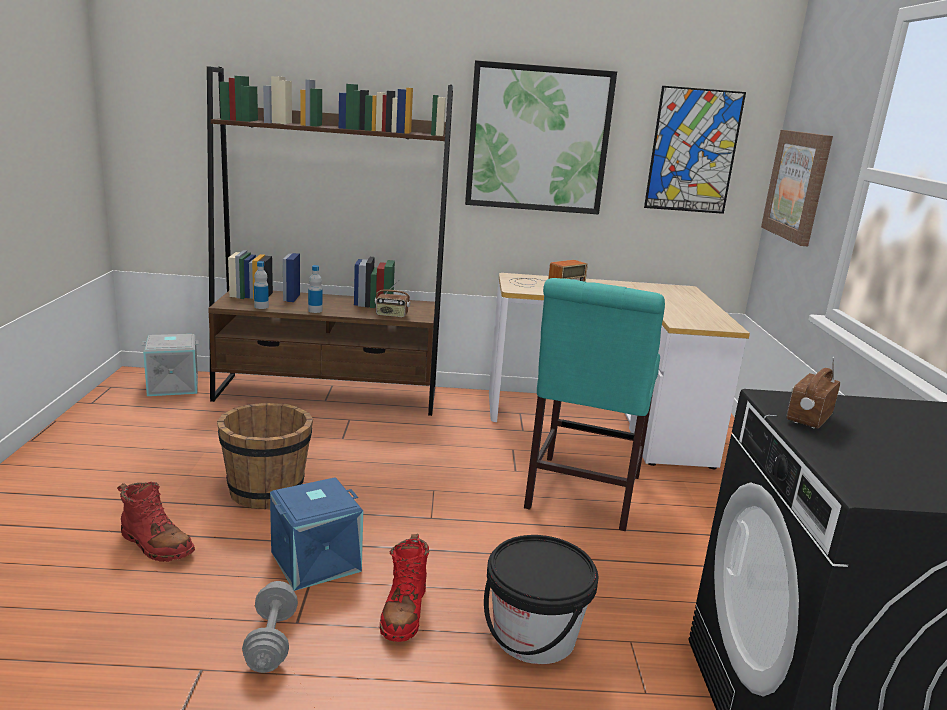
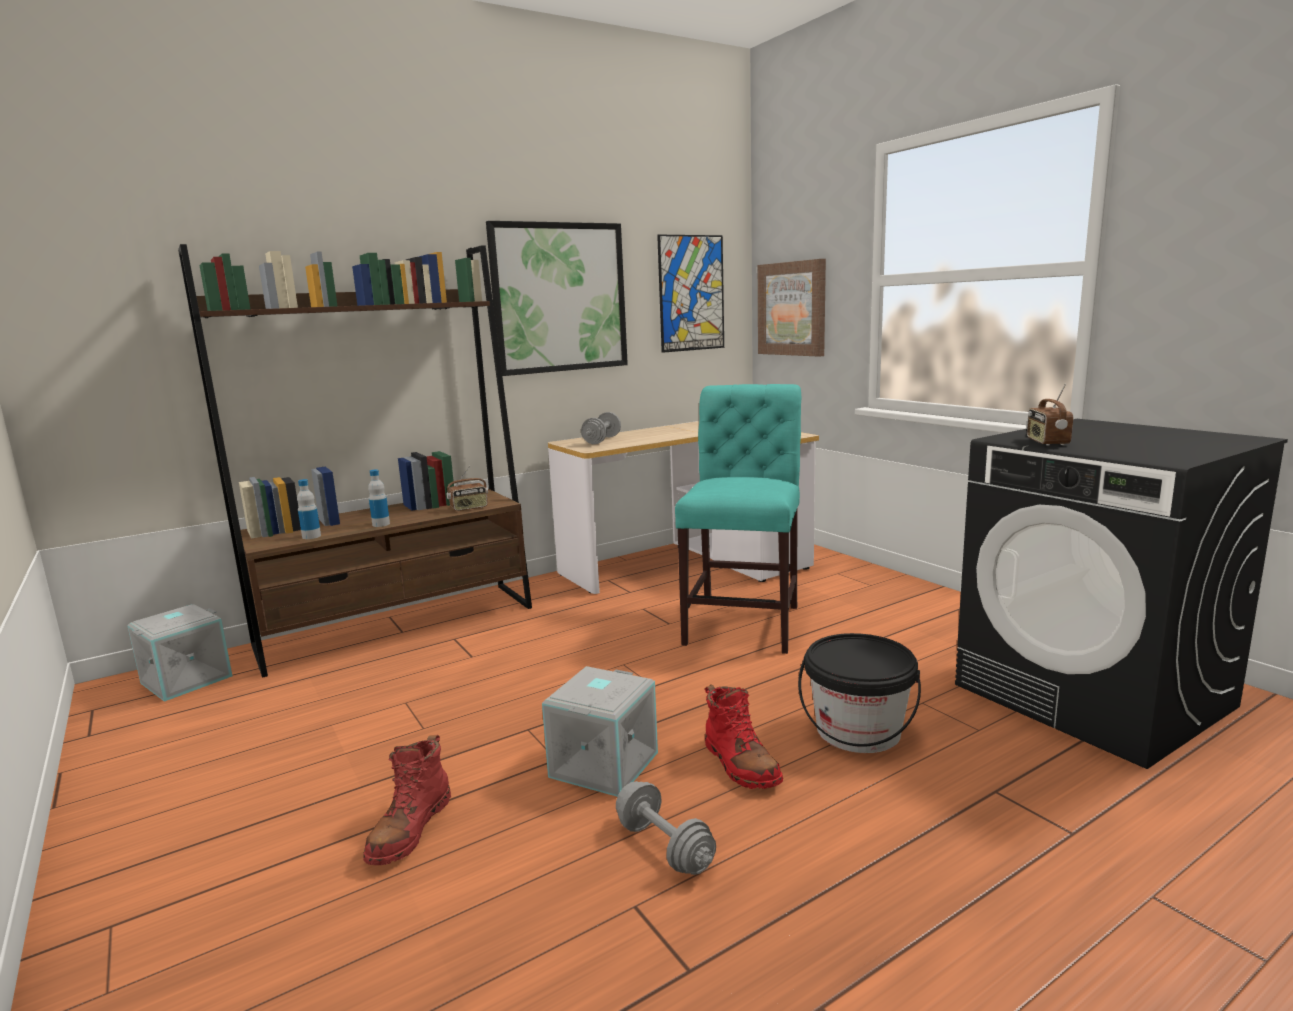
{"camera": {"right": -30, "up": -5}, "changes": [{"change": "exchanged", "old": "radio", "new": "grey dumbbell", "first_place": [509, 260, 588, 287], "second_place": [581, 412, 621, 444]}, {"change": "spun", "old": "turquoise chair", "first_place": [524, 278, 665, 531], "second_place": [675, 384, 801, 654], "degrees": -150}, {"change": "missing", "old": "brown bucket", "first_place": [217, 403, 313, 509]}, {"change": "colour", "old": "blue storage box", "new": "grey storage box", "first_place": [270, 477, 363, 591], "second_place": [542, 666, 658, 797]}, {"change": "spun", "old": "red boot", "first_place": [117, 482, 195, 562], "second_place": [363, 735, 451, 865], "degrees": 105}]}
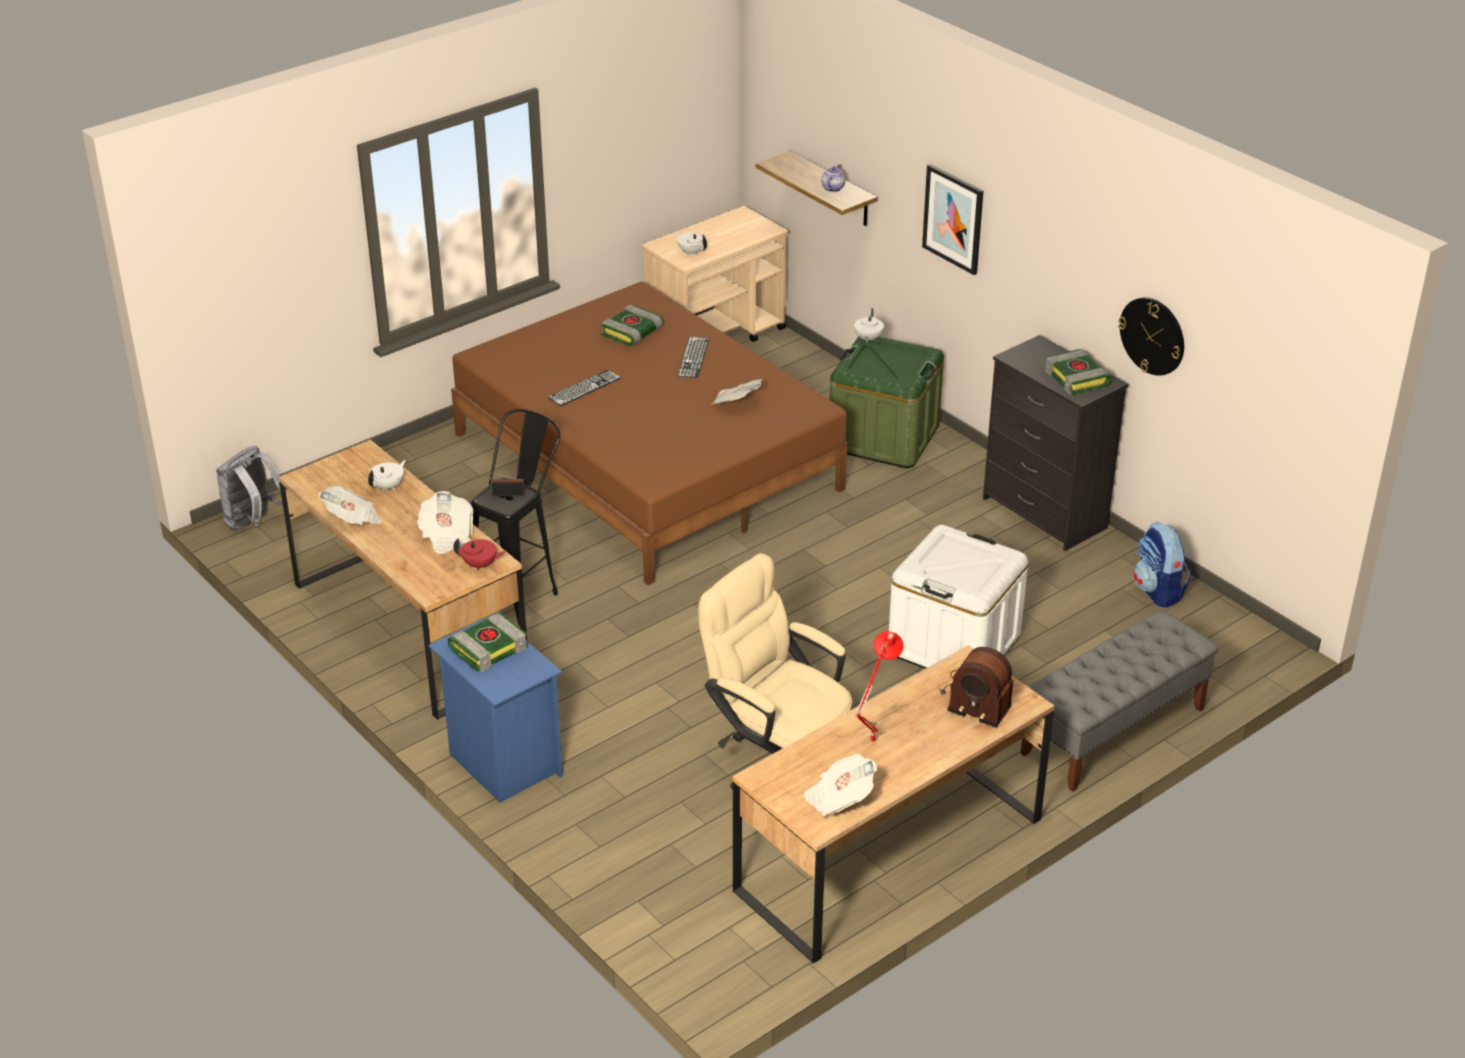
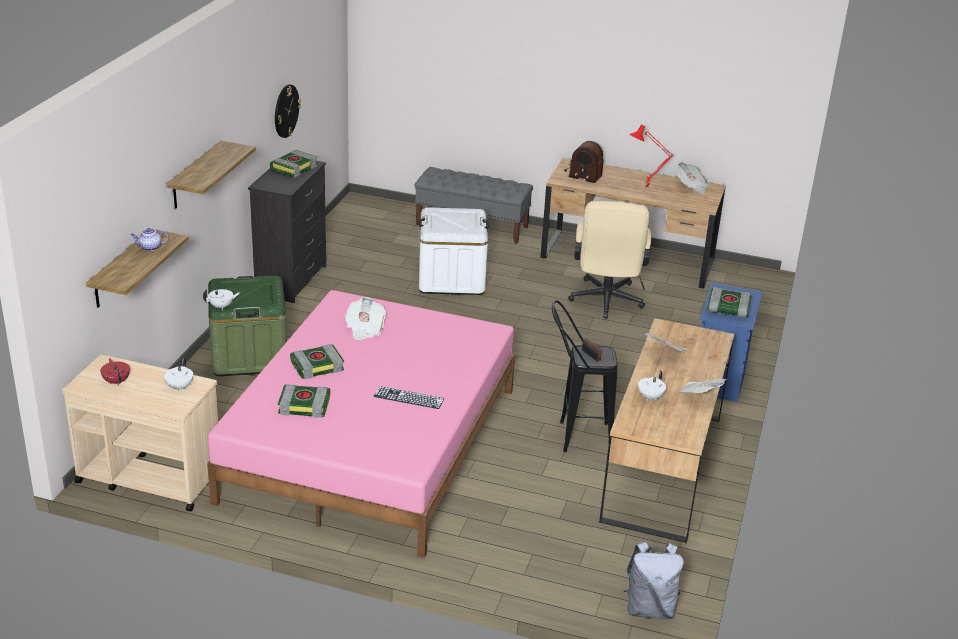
{"camera": {"right": -125, "up": -5}, "changes": [{"change": "exchanged", "old": "picture", "new": "shelf", "first_place": [922, 164, 983, 275], "second_place": [166, 141, 256, 209]}, {"change": "colour", "old": "brown bed", "new": "pink bed", "first_place": [451, 282, 847, 585], "second_place": [207, 290, 515, 558]}, {"change": "exchanged", "old": "keyboard", "new": "book", "first_place": [677, 337, 709, 378], "second_place": [290, 344, 344, 380]}, {"change": "spun", "old": "white teapot", "first_place": [368, 460, 406, 491], "second_place": [638, 371, 666, 401], "degrees": -60}, {"change": "missing", "old": "backpack", "first_place": [1133, 522, 1191, 608]}, {"change": "relocated", "old": "red teapot", "first_place": [454, 538, 507, 571], "second_place": [100, 358, 130, 385]}, {"change": "spun", "old": "radio", "first_place": [940, 647, 1013, 728], "second_place": [564, 141, 604, 183], "degrees": 120}]}
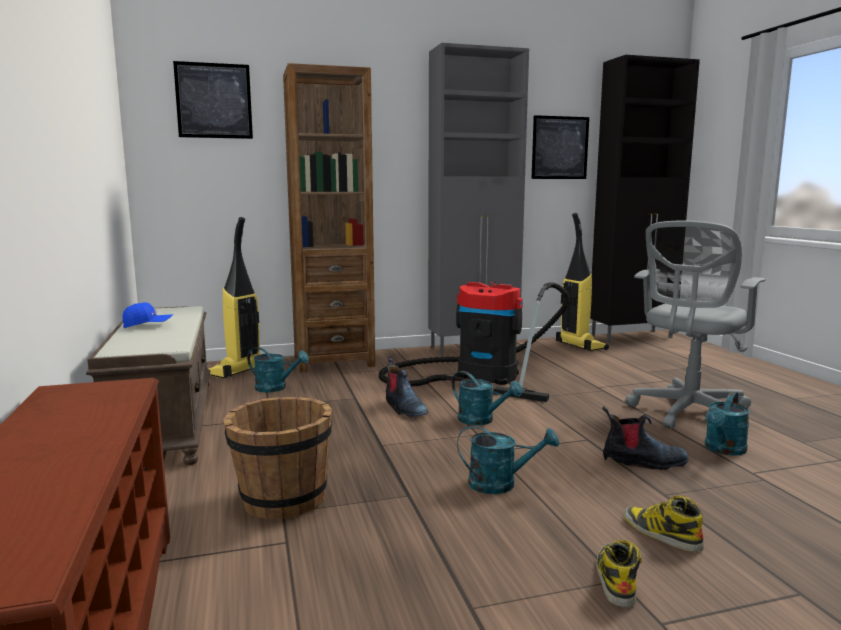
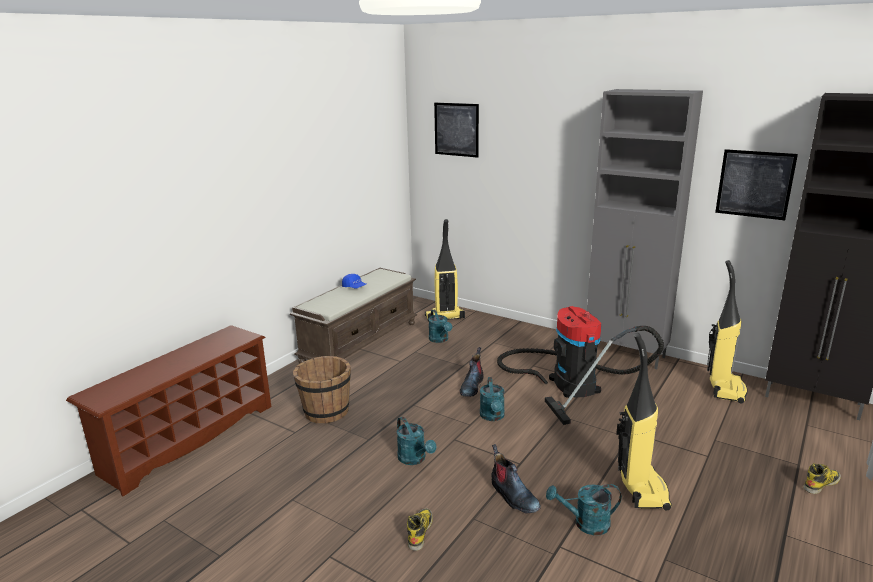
{"camera": {"right": 50, "up": 10}, "changes": [{"change": "missing", "old": "brown bookcase", "first_place": [283, 63, 375, 373]}, {"change": "exchanged", "old": "grey office chair", "new": "vacuum cleaner", "first_place": [625, 220, 765, 429], "second_place": [616, 333, 672, 511]}, {"change": "relocated", "old": "boot", "first_place": [596, 540, 641, 608], "second_place": [803, 463, 841, 494]}]}
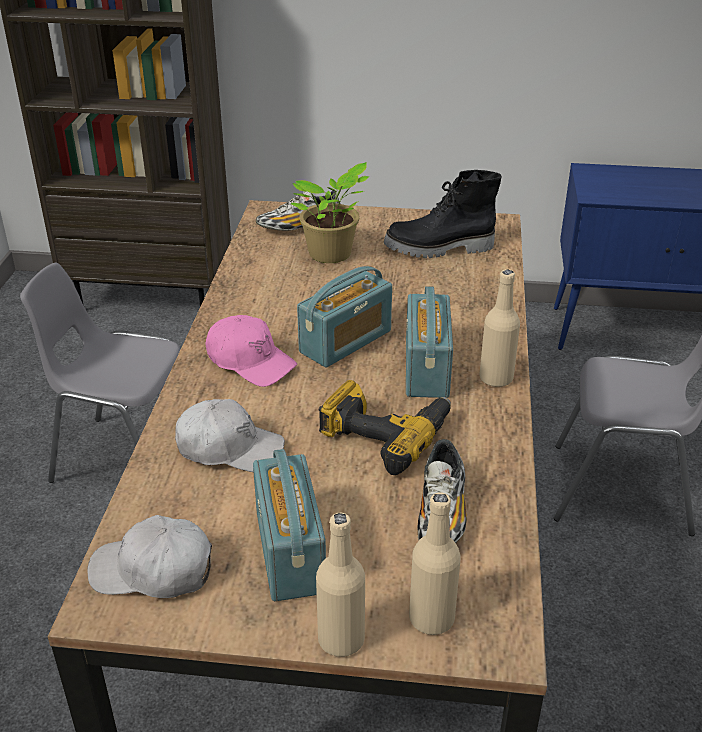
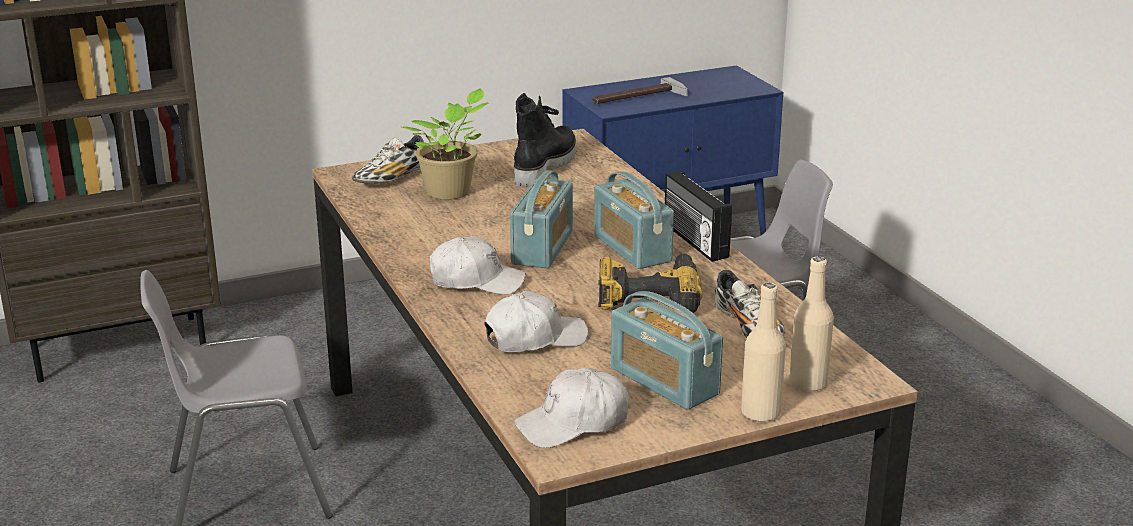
{"camera": {"right": -30, "up": -10}, "changes": [{"change": "spun", "old": "black boot", "first_place": [384, 170, 502, 258], "second_place": [514, 93, 576, 187], "degrees": 150}, {"change": "exchanged", "old": "beige bottle", "new": "radio", "first_place": [479, 269, 520, 387], "second_place": [665, 171, 732, 262]}, {"change": "colour", "old": "pink cap", "new": "white cap", "first_place": [206, 315, 297, 387], "second_place": [430, 236, 526, 295]}, {"change": "appeared", "new": "hammer", "second_place": [592, 77, 688, 104]}]}
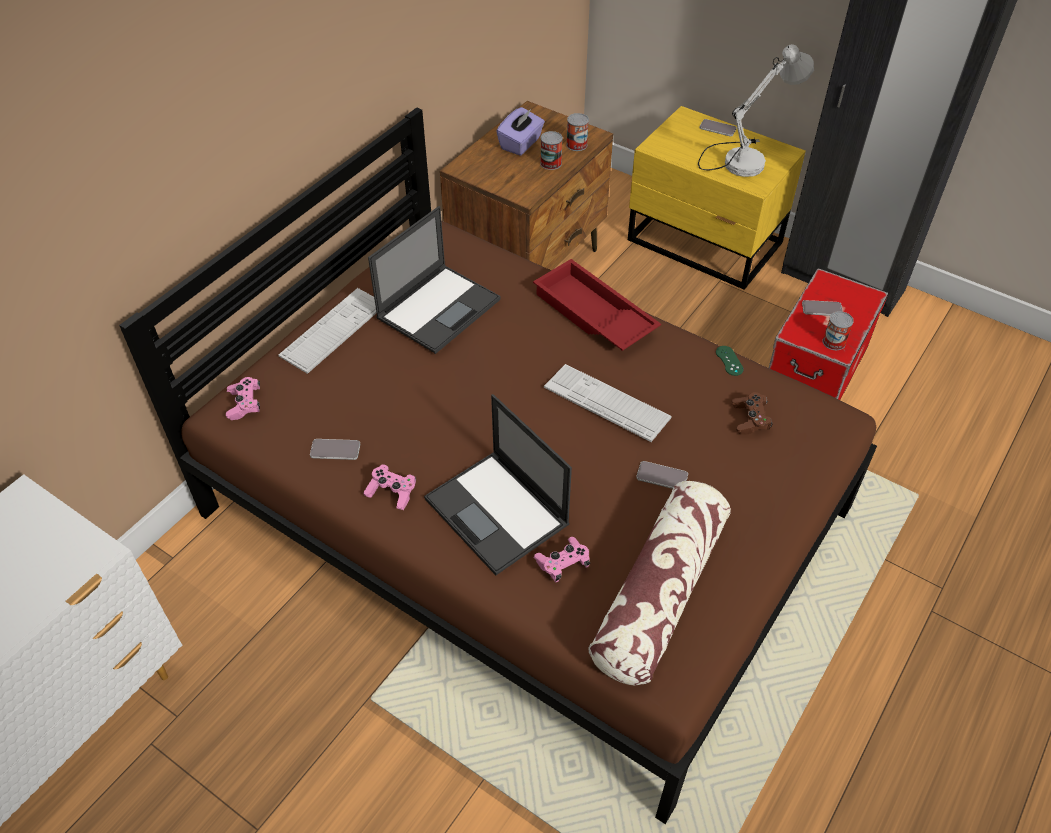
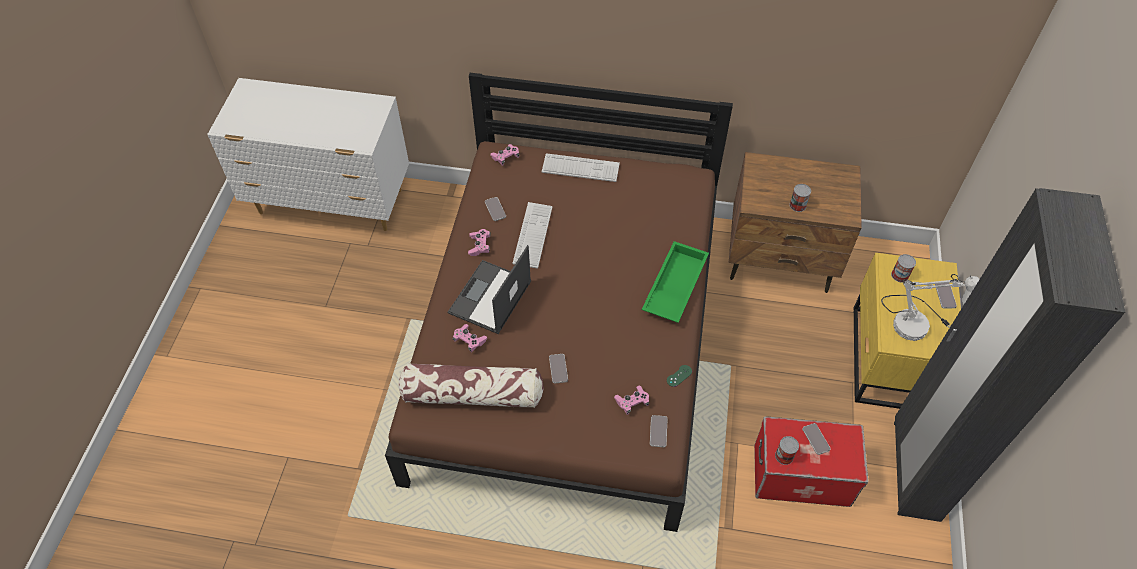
{"camera": {"right": 65, "up": 5}, "changes": [{"change": "missing", "old": "purple tissue box", "first_place": [496, 107, 545, 156]}, {"change": "relocated", "old": "can", "first_place": [566, 113, 589, 151], "second_place": [891, 254, 916, 282]}, {"change": "missing", "old": "laptop", "first_place": [368, 206, 501, 354]}, {"change": "colour", "old": "red tray", "new": "green tray", "first_place": [533, 259, 661, 351], "second_place": [642, 241, 709, 323]}, {"change": "relocated", "old": "keyboard", "first_place": [544, 364, 672, 442], "second_place": [512, 202, 553, 269]}, {"change": "colour", "old": "brown game controller", "new": "pink game controller", "first_place": [731, 392, 773, 435], "second_place": [614, 385, 649, 415]}, {"change": "appeared", "new": "phone", "second_place": [650, 415, 667, 447]}]}
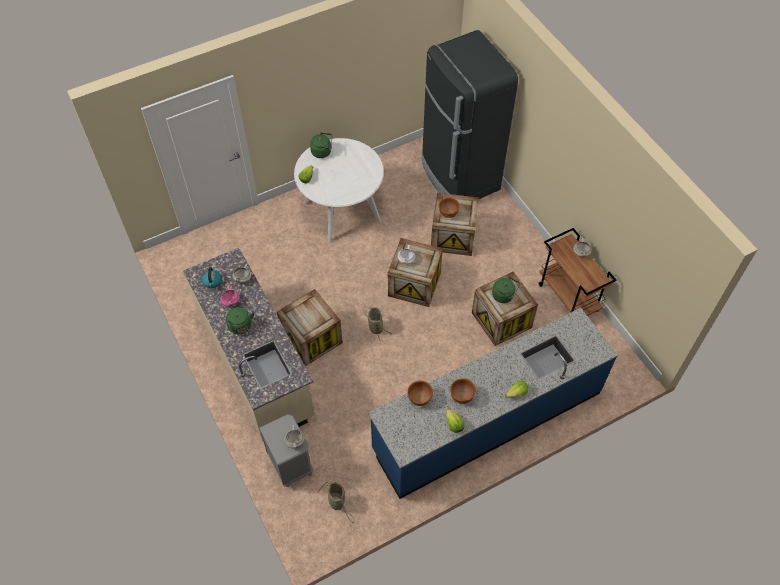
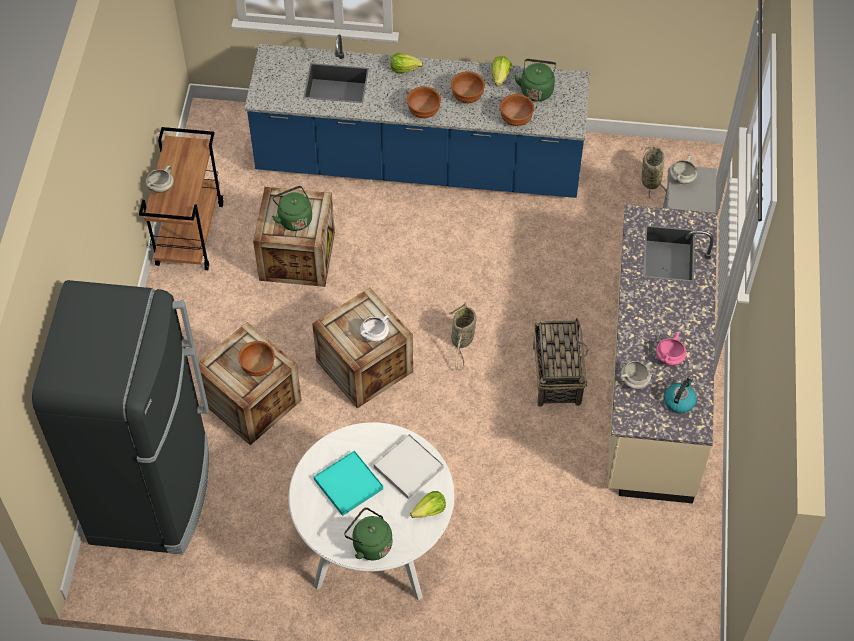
{"camera": {"right": -145, "up": 0}, "changes": [{"change": "exchanged", "old": "crate", "new": "basket", "first_place": [277, 289, 343, 366], "second_place": [533, 318, 588, 407]}, {"change": "relocated", "old": "green kettle", "first_place": [226, 307, 254, 334], "second_place": [514, 59, 556, 102]}, {"change": "appeared", "new": "brown bowl", "second_place": [407, 86, 441, 119]}, {"change": "appeared", "new": "white tray", "second_place": [374, 434, 444, 499]}, {"change": "appeared", "new": "turquoise tray", "second_place": [314, 450, 383, 516]}]}
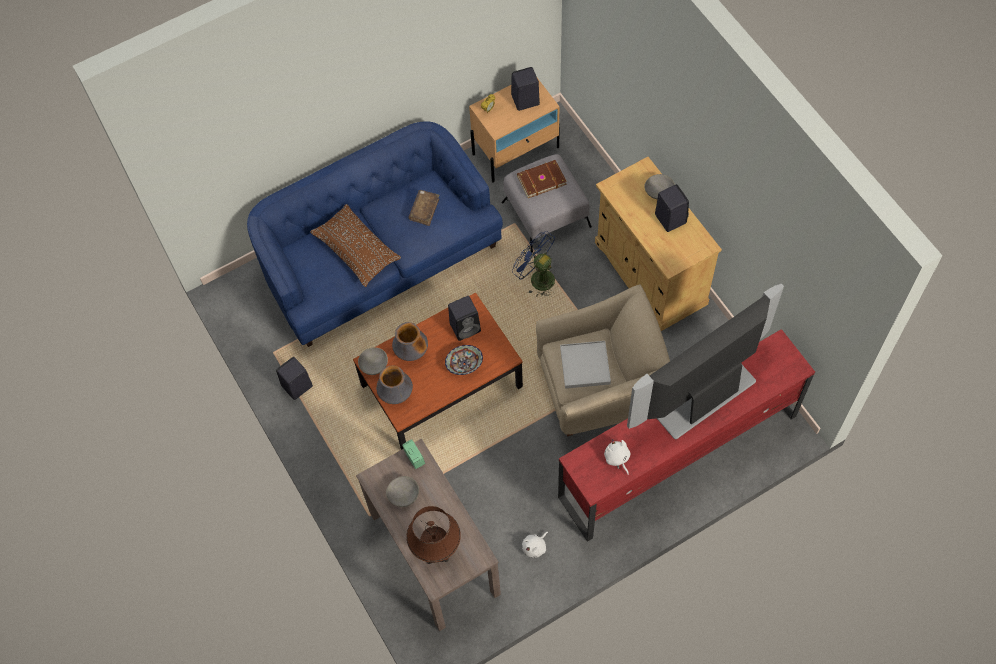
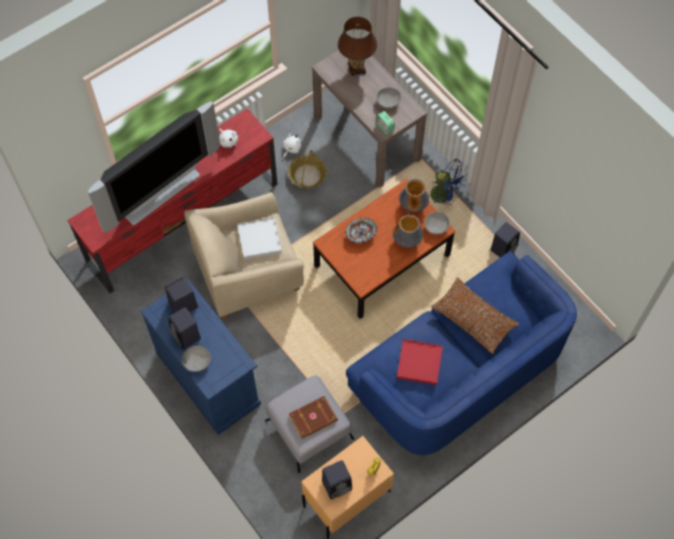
{"camera": {"right": 170, "up": 0}, "changes": [{"change": "colour", "old": "beige cabinet", "new": "blue cabinet", "first_place": [595, 157, 722, 331], "second_place": [141, 279, 261, 435]}, {"change": "exchanged", "old": "brown book", "new": "red tray", "first_place": [408, 190, 439, 226], "second_place": [397, 339, 443, 385]}, {"change": "relocated", "old": "blue fan", "first_place": [512, 231, 555, 297], "second_place": [430, 159, 468, 205]}, {"change": "relocated", "old": "black speaker", "first_place": [448, 296, 481, 341], "second_place": [165, 277, 198, 312]}, {"change": "appeared", "new": "basket", "second_place": [288, 150, 327, 189]}]}
